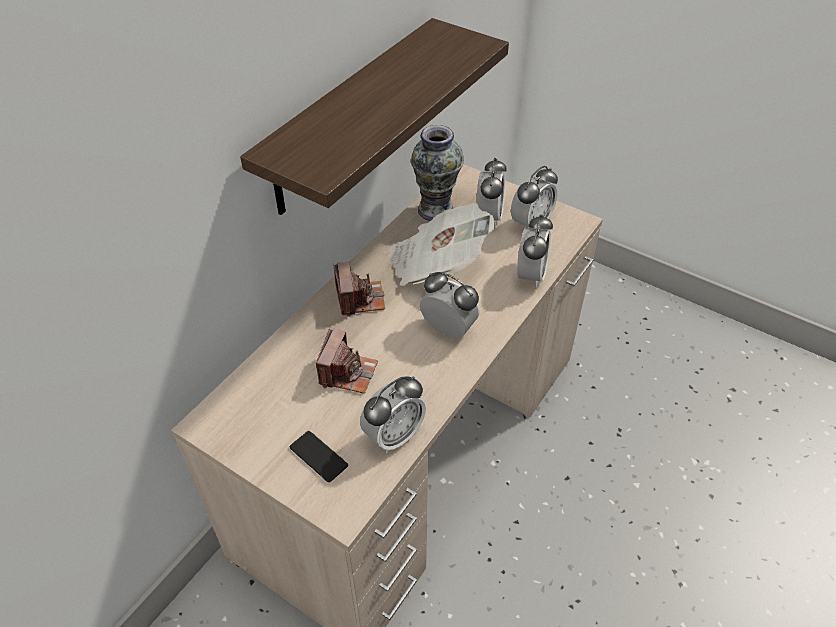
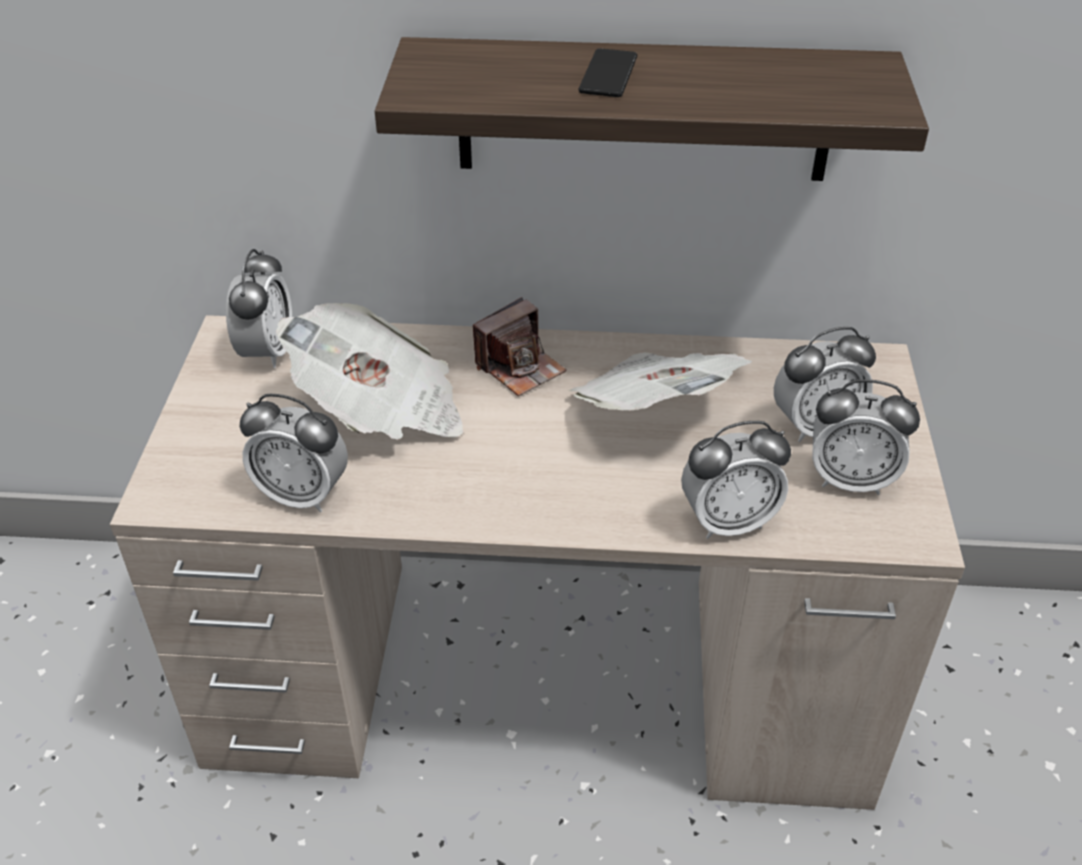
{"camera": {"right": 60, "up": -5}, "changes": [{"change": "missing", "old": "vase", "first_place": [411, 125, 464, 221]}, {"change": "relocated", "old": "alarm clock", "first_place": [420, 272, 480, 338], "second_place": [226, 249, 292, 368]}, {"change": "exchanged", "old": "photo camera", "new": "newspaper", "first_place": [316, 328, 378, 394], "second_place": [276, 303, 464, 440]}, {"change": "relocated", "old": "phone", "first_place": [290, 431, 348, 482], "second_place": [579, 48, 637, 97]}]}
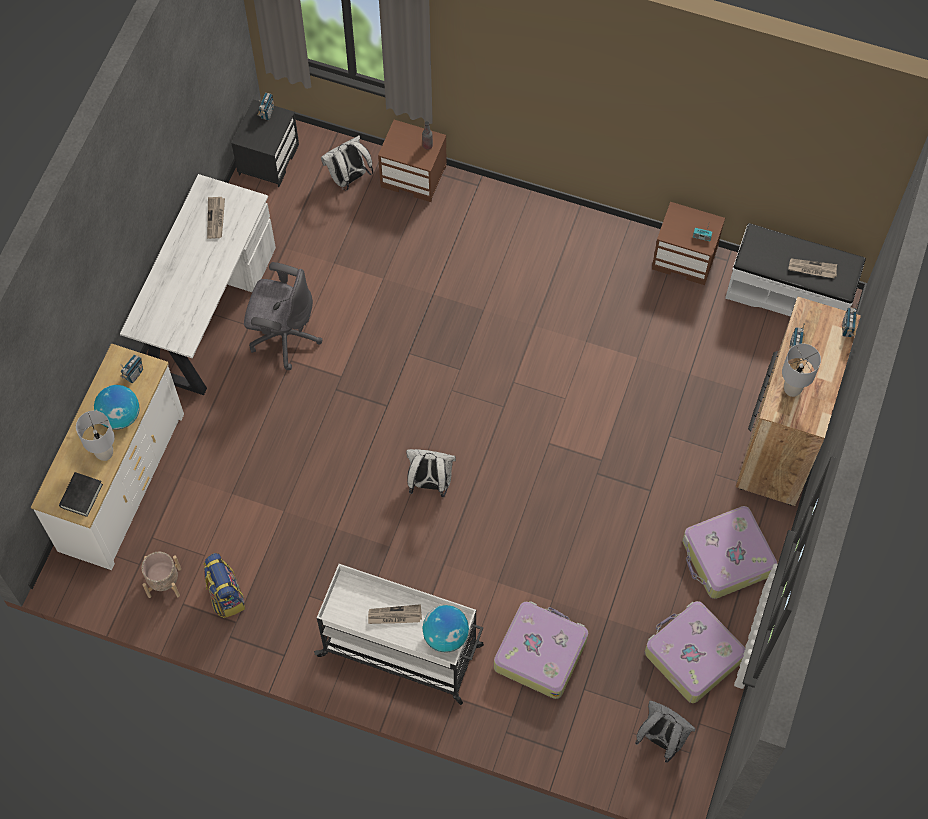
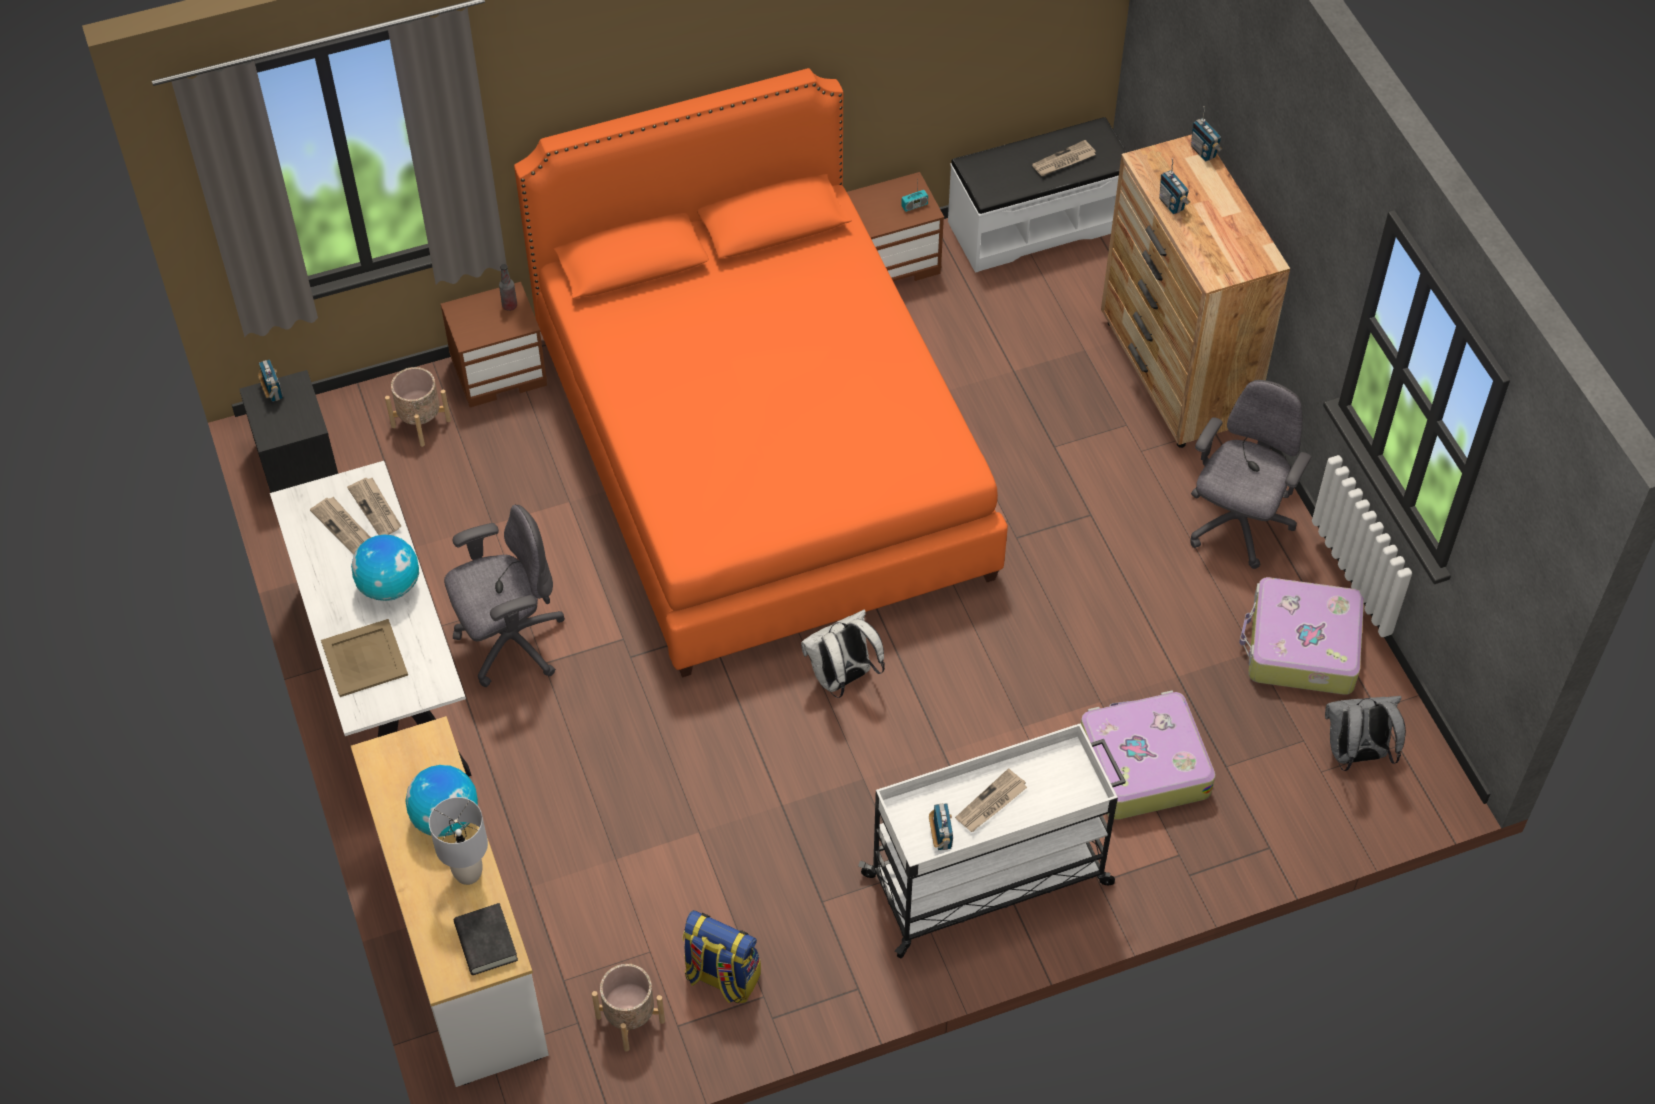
{"camera": {"right": -40, "up": -10}, "changes": [{"change": "exchanged", "old": "white backpack", "new": "beige planter", "first_place": [321, 135, 373, 191], "second_place": [385, 367, 451, 447]}, {"change": "missing", "old": "grey table lamp", "first_place": [782, 344, 821, 397]}, {"change": "relocated", "old": "radio", "first_place": [120, 354, 143, 383], "second_place": [929, 803, 953, 850]}, {"change": "exchanged", "old": "suitcase", "new": "grey office chair", "first_place": [682, 506, 778, 599], "second_place": [1190, 380, 1311, 569]}, {"change": "relocated", "old": "globe", "first_place": [422, 605, 469, 653], "second_place": [351, 534, 419, 601]}, {"change": "appeared", "new": "orange bed", "second_place": [514, 68, 1008, 677]}, {"change": "appeared", "new": "newspaper", "second_place": [347, 478, 401, 535]}, {"change": "appeared", "new": "beige tray", "second_place": [321, 619, 408, 697]}]}
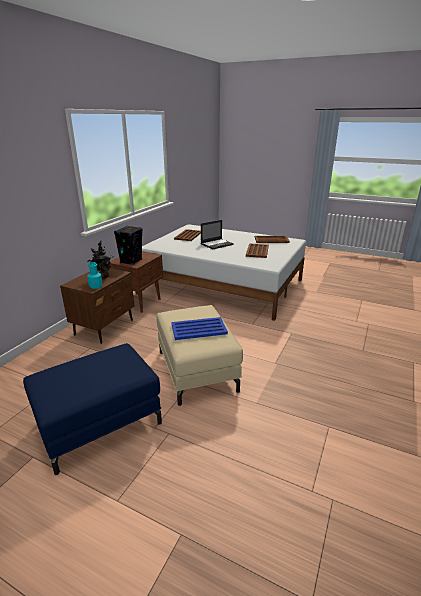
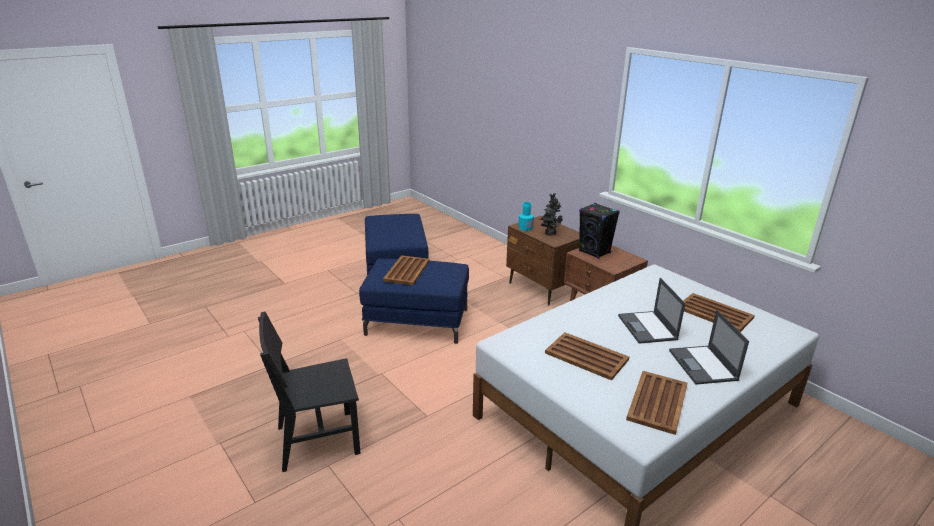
{"camera": {"right": 115, "up": 0}, "changes": [{"change": "colour", "old": "beige ottoman", "new": "blue ottoman", "first_place": [157, 305, 243, 406], "second_place": [359, 259, 469, 344]}, {"change": "colour", "old": "blue tray", "new": "brown tray", "first_place": [171, 317, 228, 340], "second_place": [383, 255, 430, 285]}, {"change": "appeared", "new": "laptop", "second_place": [669, 310, 749, 385]}, {"change": "appeared", "new": "black chair", "second_place": [258, 312, 361, 472]}]}
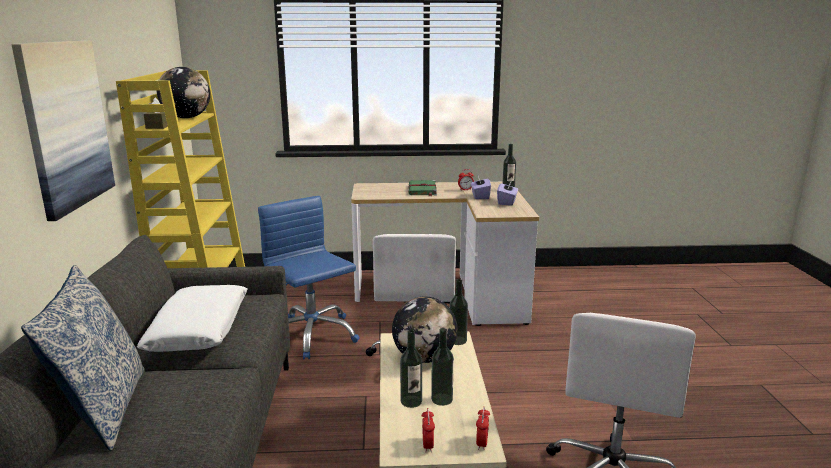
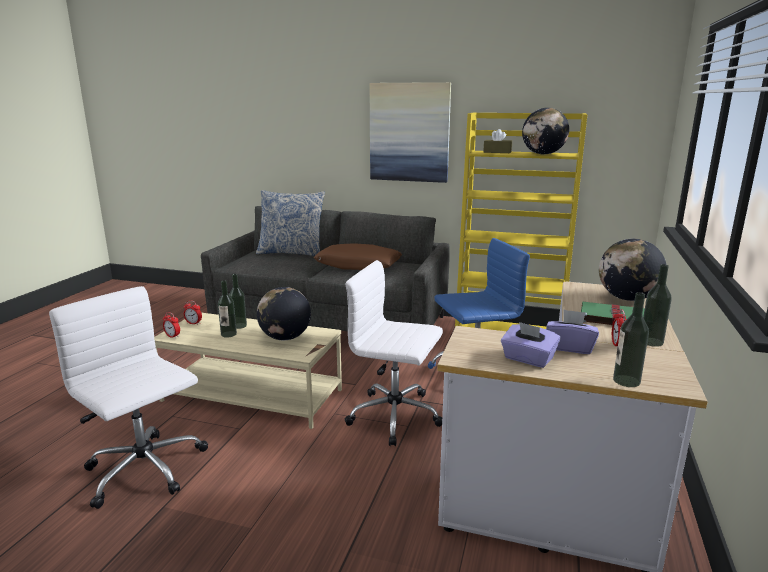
{"camera": {"right": 110, "up": 0}, "changes": [{"change": "relocated", "old": "bottle", "first_place": [449, 279, 468, 345], "second_place": [643, 264, 672, 347]}, {"change": "colour", "old": "white pillow", "new": "brown pillow", "first_place": [137, 285, 248, 352], "second_place": [314, 243, 402, 270]}, {"change": "appeared", "new": "globe", "second_place": [599, 239, 666, 301]}]}
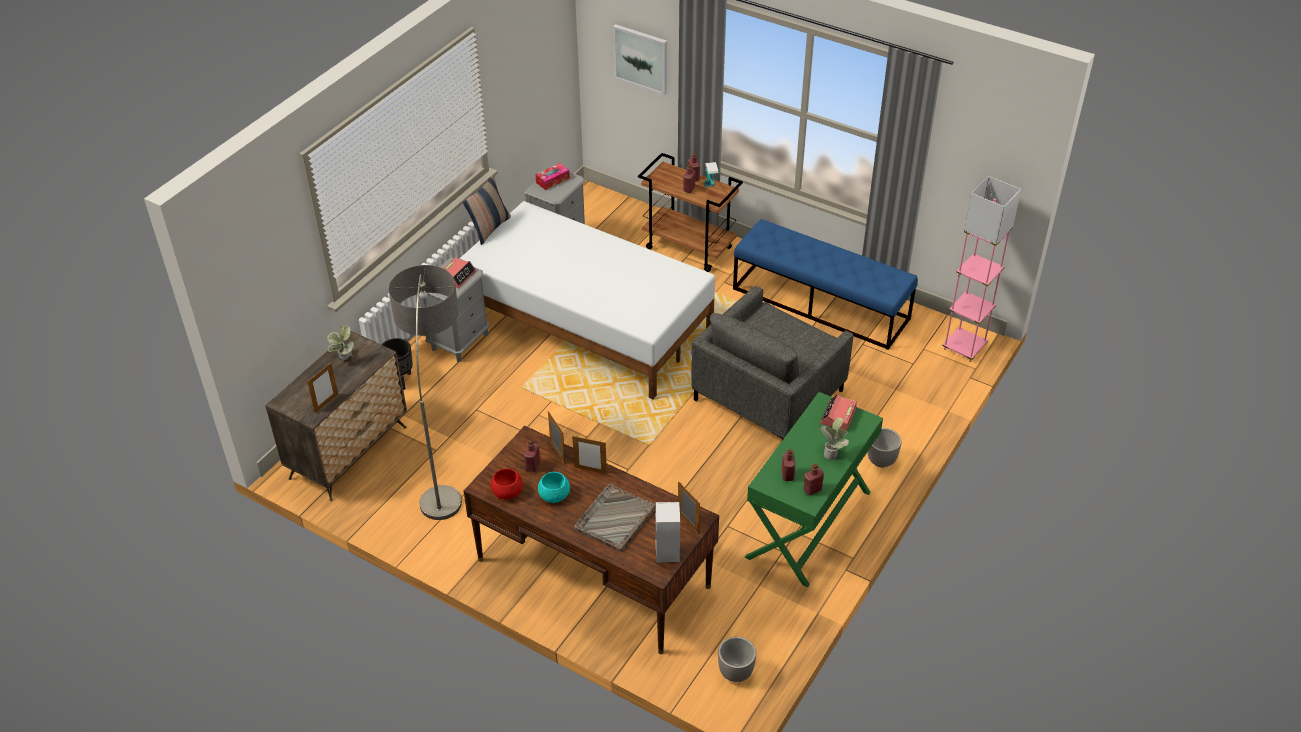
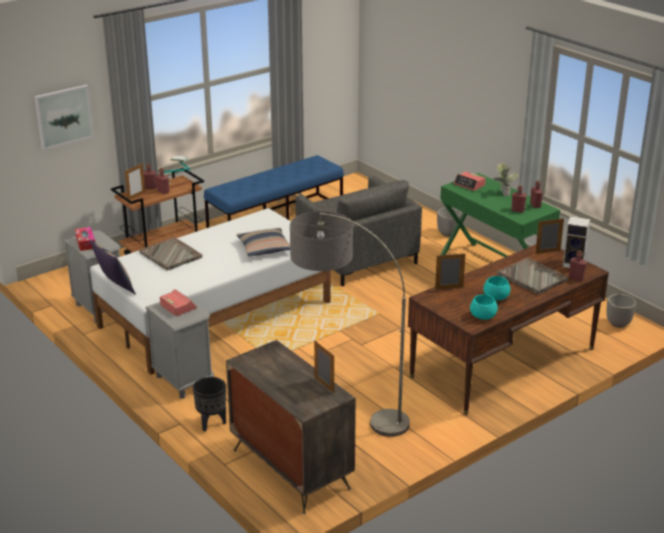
{"camera": {"right": -70, "up": -15}, "changes": [{"change": "missing", "old": "pink floor lamp", "first_place": [942, 176, 1021, 362]}, {"change": "missing", "old": "potted plant", "first_place": [327, 325, 354, 360]}, {"change": "relocated", "old": "picture frame", "first_place": [572, 436, 607, 474], "second_place": [125, 163, 145, 200]}, {"change": "relocated", "old": "red bottle", "first_place": [524, 440, 540, 472], "second_place": [569, 251, 587, 281]}, {"change": "colour", "old": "red bowl", "new": "turquoise bowl", "first_place": [490, 468, 523, 499], "second_place": [470, 294, 498, 320]}, {"change": "appeared", "new": "pillow", "second_place": [236, 228, 290, 256]}, {"change": "appeared", "new": "grey tray", "second_place": [139, 237, 202, 271]}]}
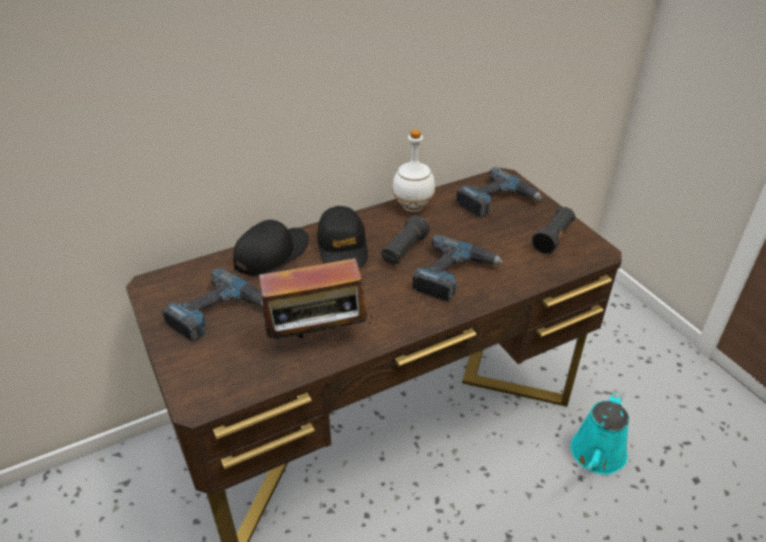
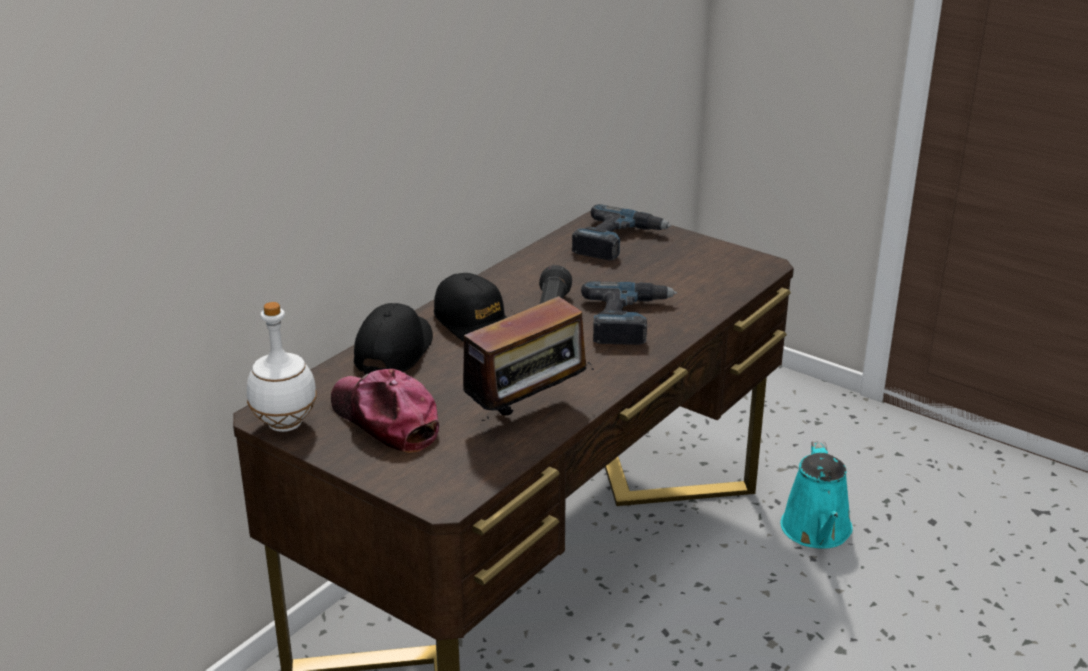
{"camera": {"right": -25, "up": -10}, "changes": [{"change": "relocated", "old": "white bottle", "first_place": [392, 130, 435, 212], "second_place": [247, 302, 317, 432]}, {"change": "missing", "old": "black flashlight", "first_place": [532, 207, 575, 254]}, {"change": "exchanged", "old": "power drill", "new": "cap", "first_place": [162, 268, 263, 342], "second_place": [331, 369, 439, 453]}]}
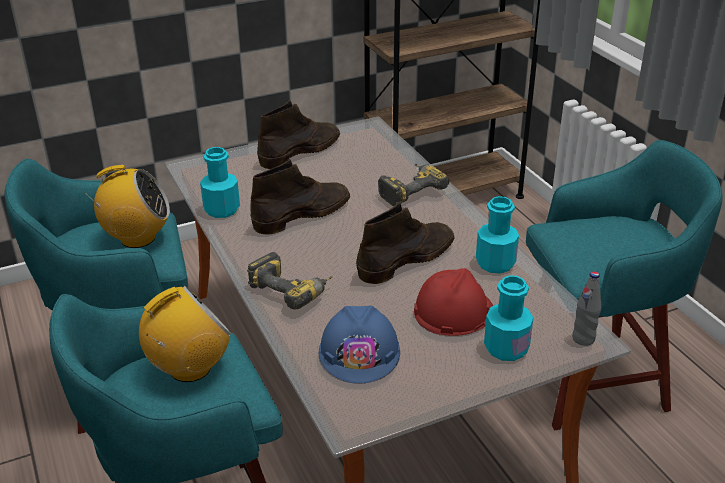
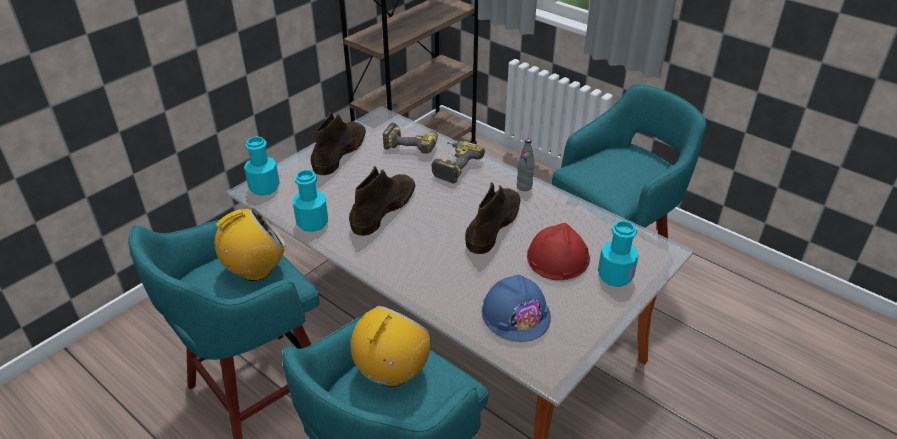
{"camera": {"right": -25, "up": 5}, "changes": [{"change": "relocated", "old": "turquoise bottle", "first_place": [476, 196, 519, 274], "second_place": [244, 136, 280, 196]}, {"change": "relocated", "old": "power drill", "first_place": [247, 252, 333, 310], "second_place": [383, 123, 438, 154]}, {"change": "relocated", "old": "grey bottle", "first_place": [572, 271, 601, 346], "second_place": [517, 139, 535, 191]}]}
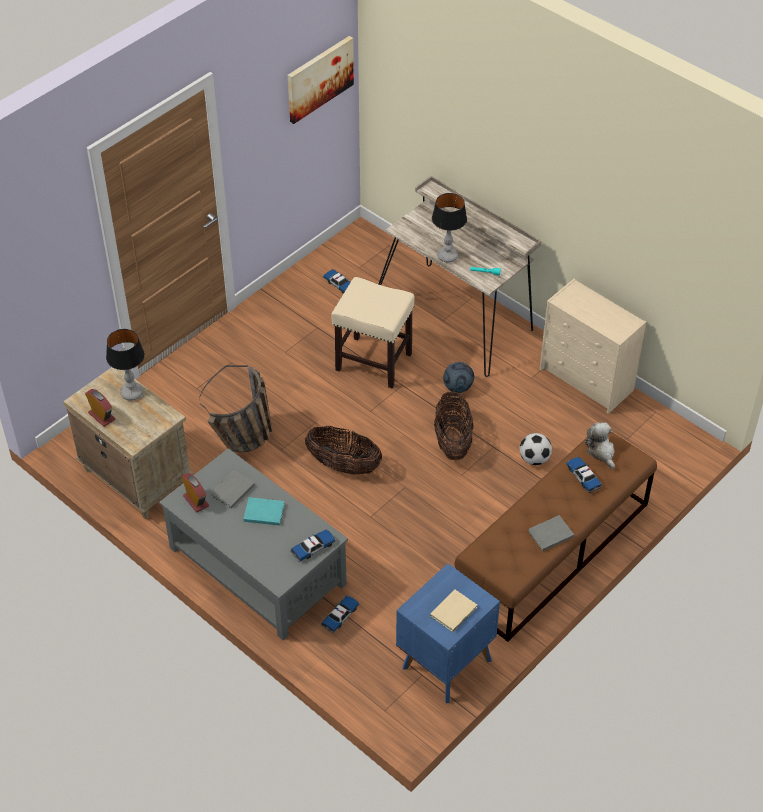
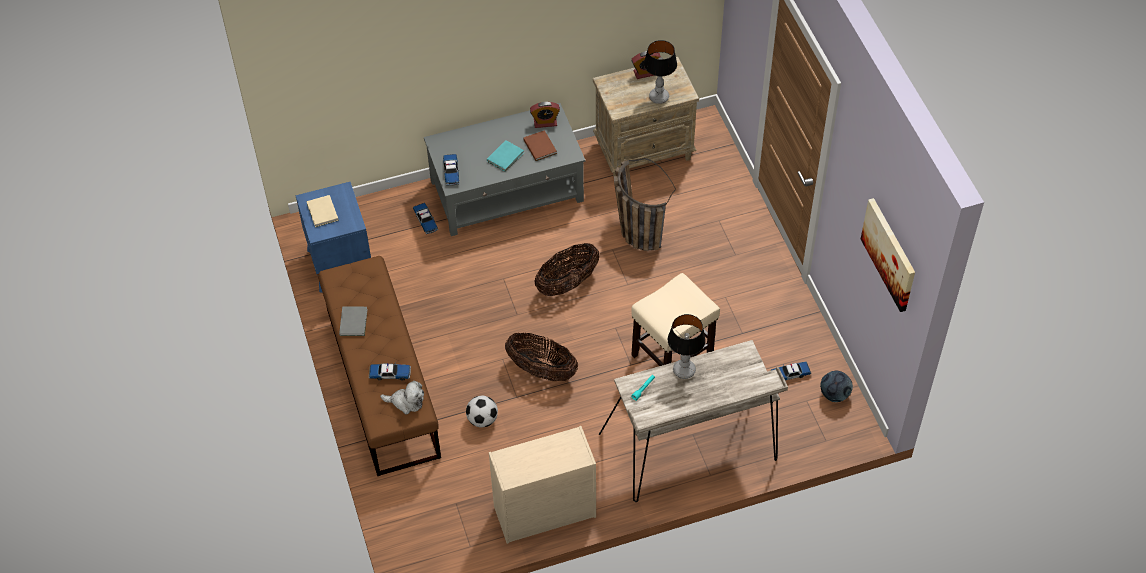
{"camera": {"right": 120, "up": 5}, "changes": [{"change": "relocated", "old": "football", "first_place": [443, 362, 474, 393], "second_place": [820, 371, 853, 402]}, {"change": "colour", "old": "grey book", "new": "brown book", "first_place": [211, 471, 255, 509], "second_place": [523, 130, 557, 161]}]}
